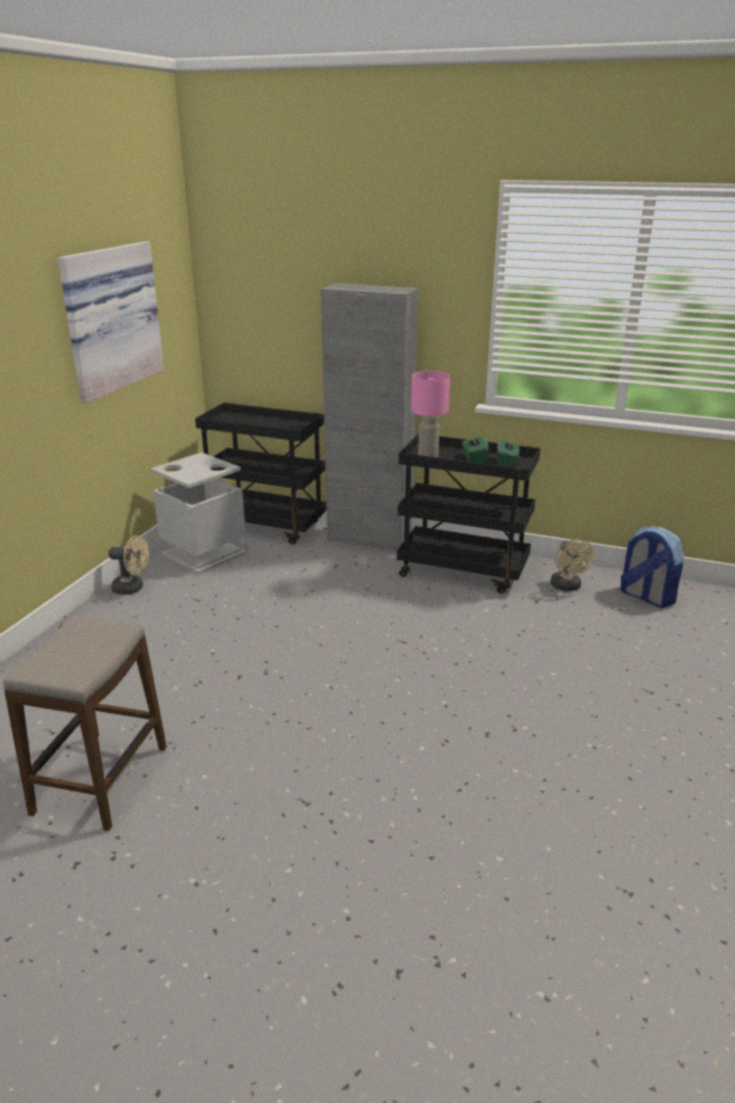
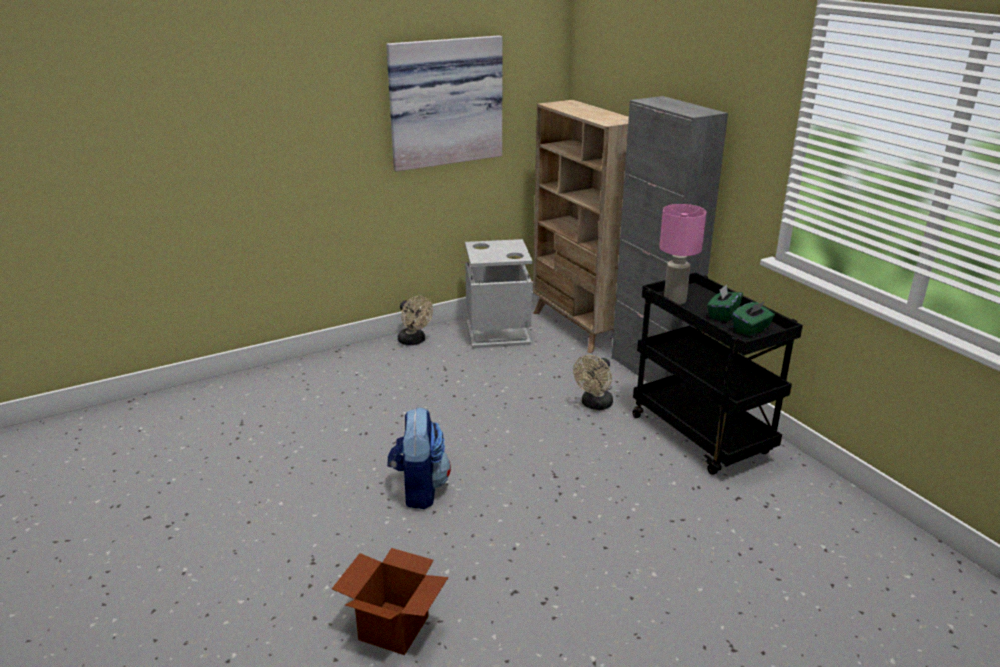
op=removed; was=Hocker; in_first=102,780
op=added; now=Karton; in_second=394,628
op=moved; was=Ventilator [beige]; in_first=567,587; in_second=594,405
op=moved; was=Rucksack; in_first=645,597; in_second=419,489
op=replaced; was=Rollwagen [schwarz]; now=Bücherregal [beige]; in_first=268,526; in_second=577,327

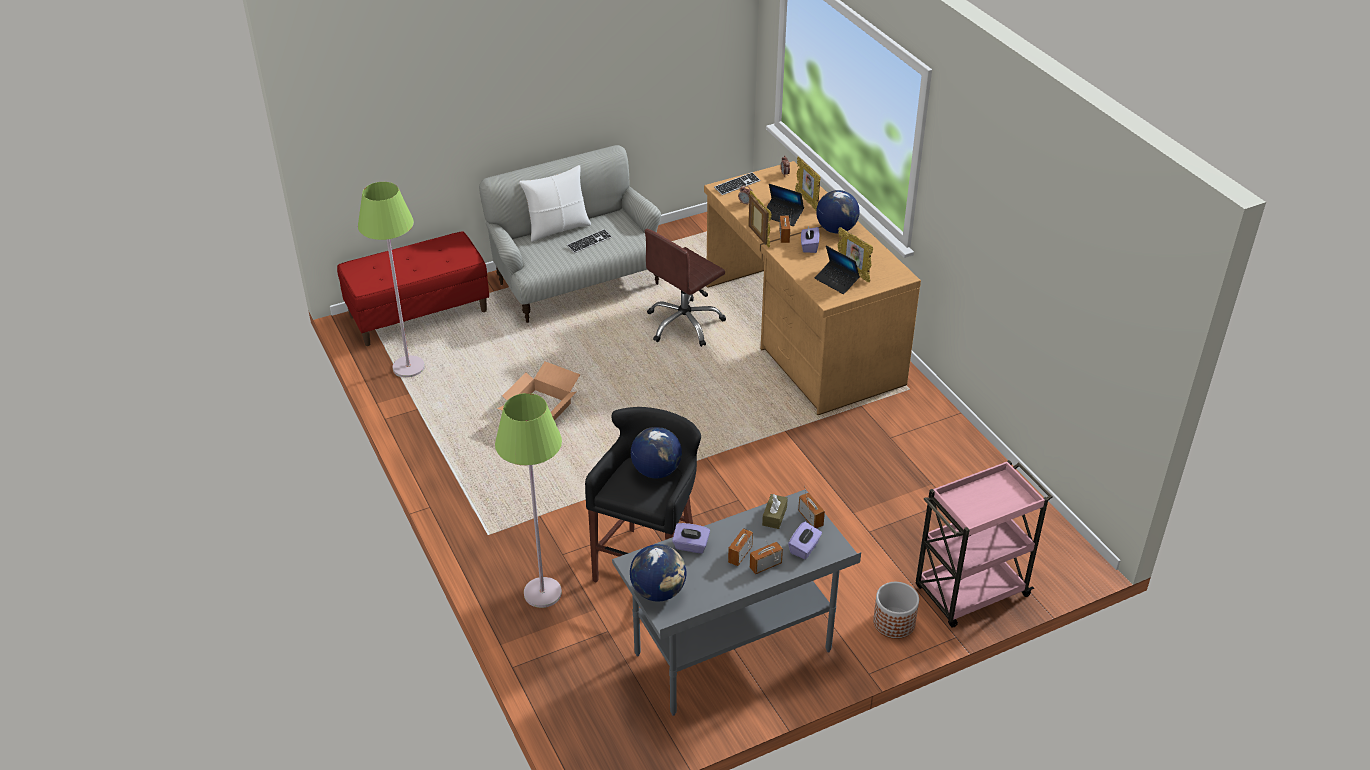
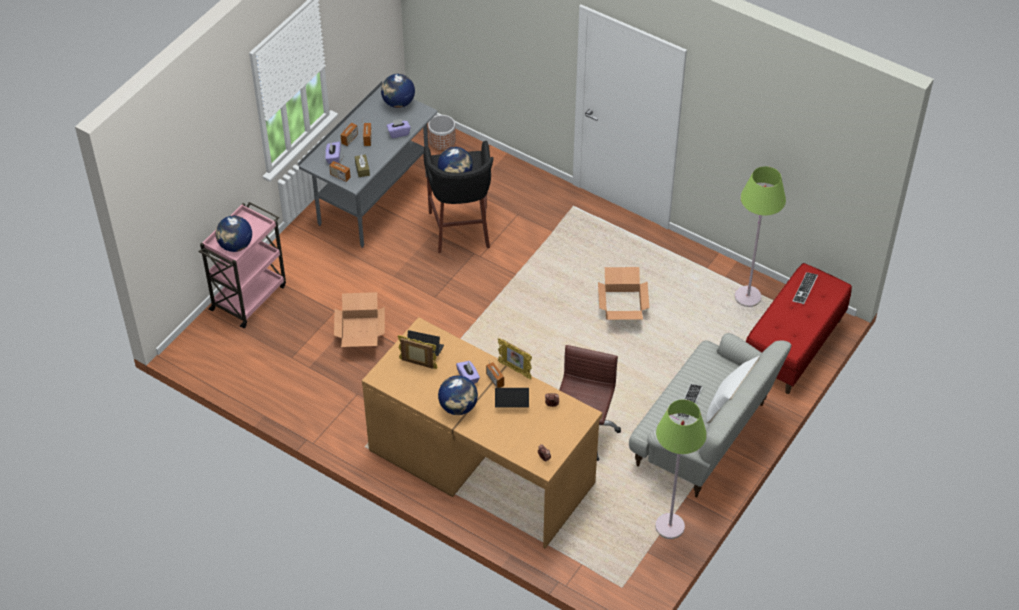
op=removed; was=Bilderrahmen; in_first=807,201
op=added; now=Globus; in_second=235,246
op=added; now=Karton; in_second=359,331
op=moved; was=Stehlampe [grün]; in_first=543,593; in_second=669,526
op=moved; was=Tastatur; in_first=737,185; in_second=805,289
op=moved; was=Pflanzkübel; in_first=894,623; in_second=442,141

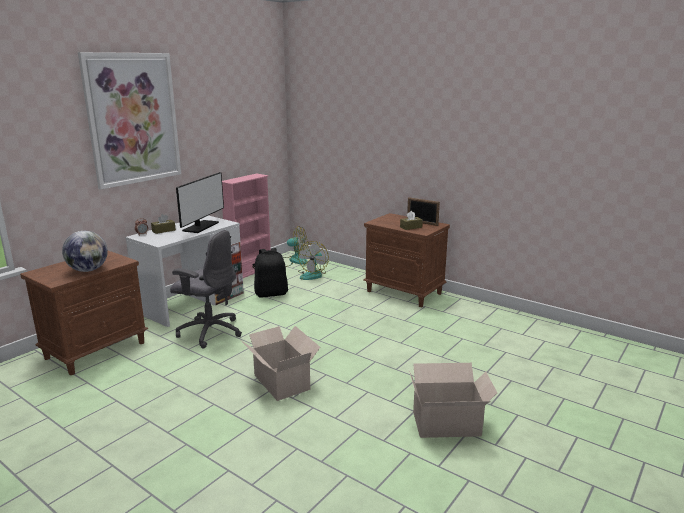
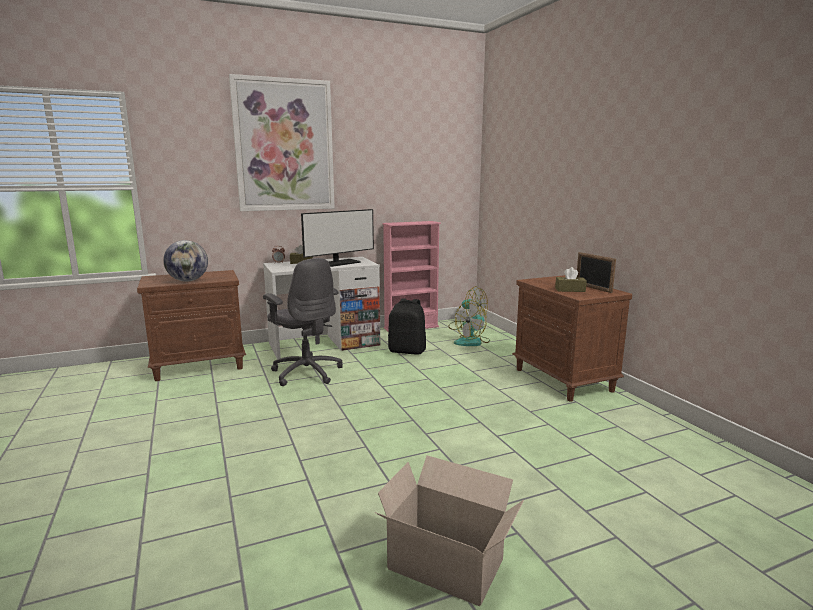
op=removed; was=Karton; in_first=281,381

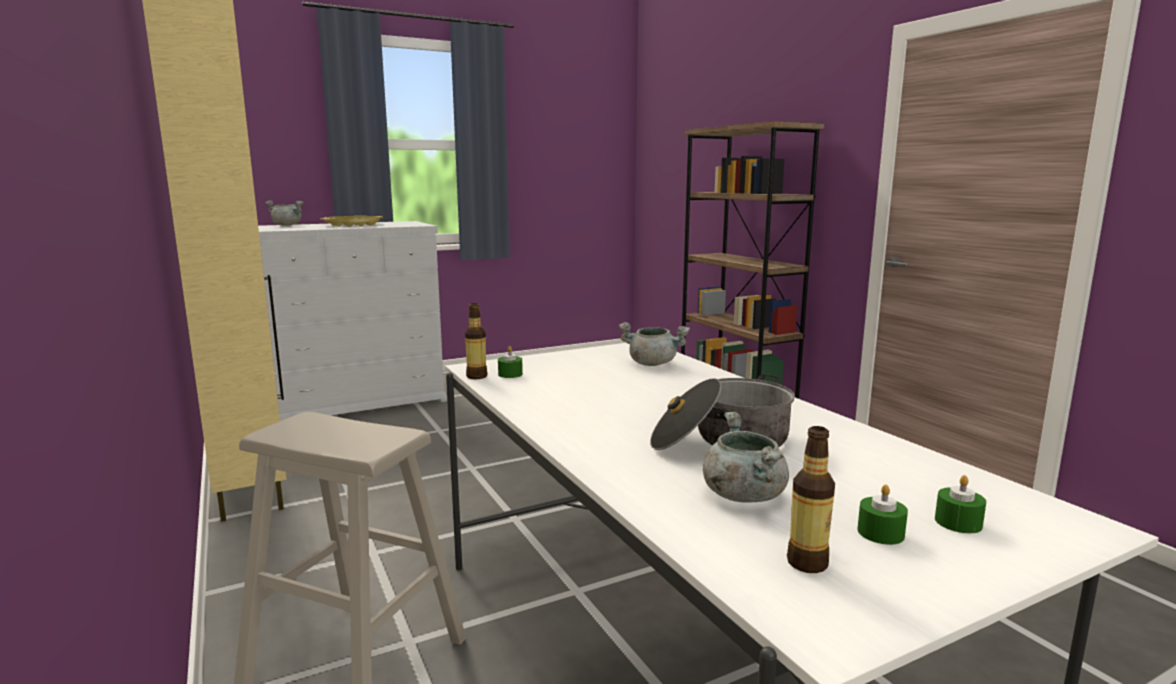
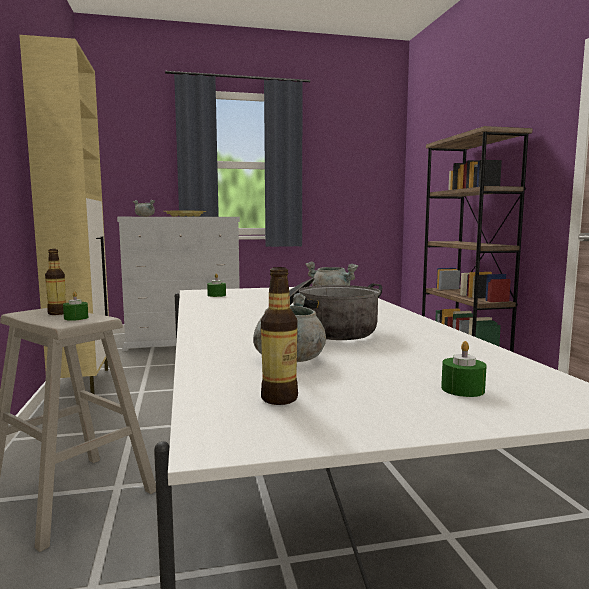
op=moved; was=Flasche; in_first=476,376; in_second=57,313
op=moved; was=Kerze [grün]; in_first=880,533; in_second=76,318

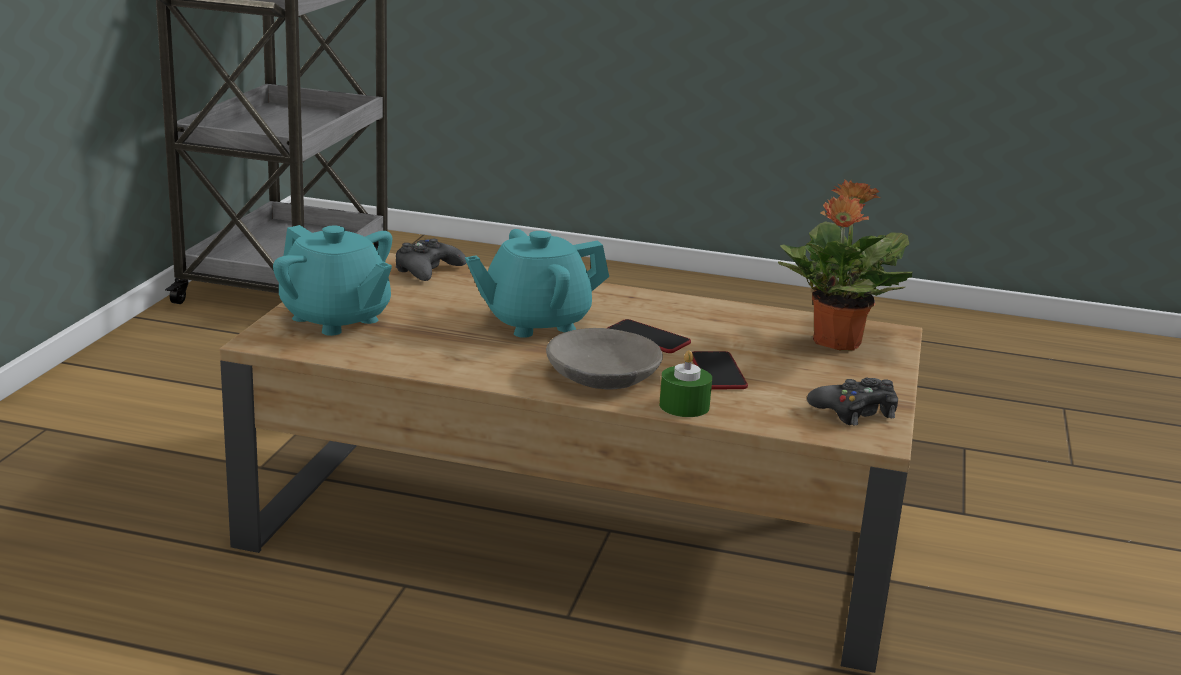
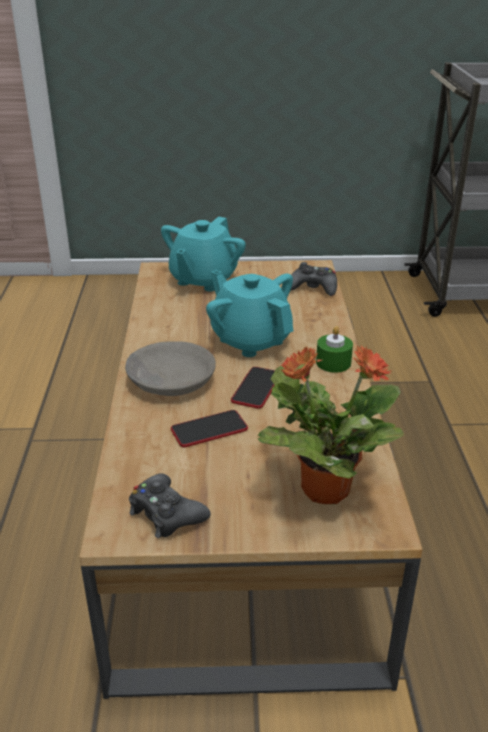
op=moved; was=Kerze [grün]; in_first=684,406; in_second=333,363

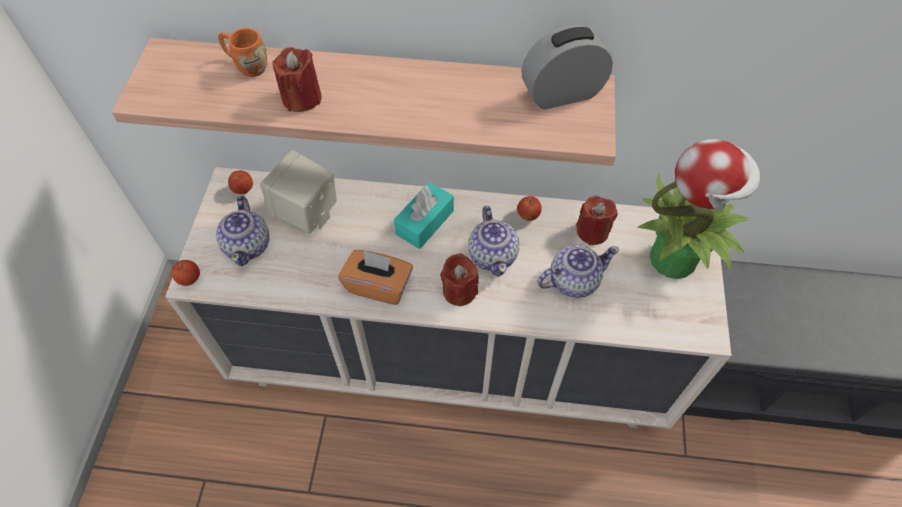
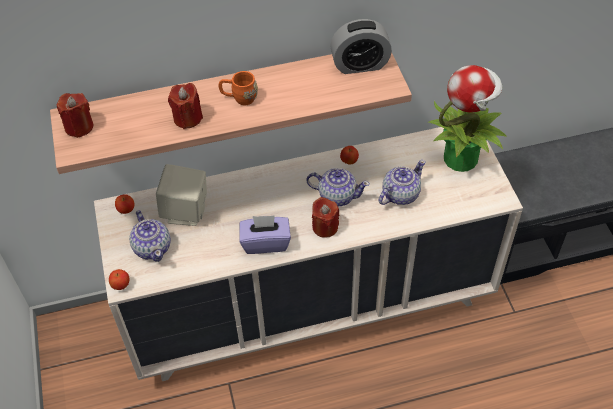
op=removed; was=Taschentuchbox [türkis]; in_first=424,222
op=moved; was=Henkelbecher [orange]; in_first=246,65; in_second=239,98
op=moved; was=Kerze [rot]; in_first=592,231; in_second=79,126
op=recoloured; was=Taschentuchbox [orange]; now=Taschentuchbox [lila]; in_first=379,286; in_second=265,242
op=turned; was=Teekanne; in_first=493,255; in_second=337,195; clockwise=-45
op=turned; was=Wecker; in_first=562,94; in_second=360,65; clockwise=-150

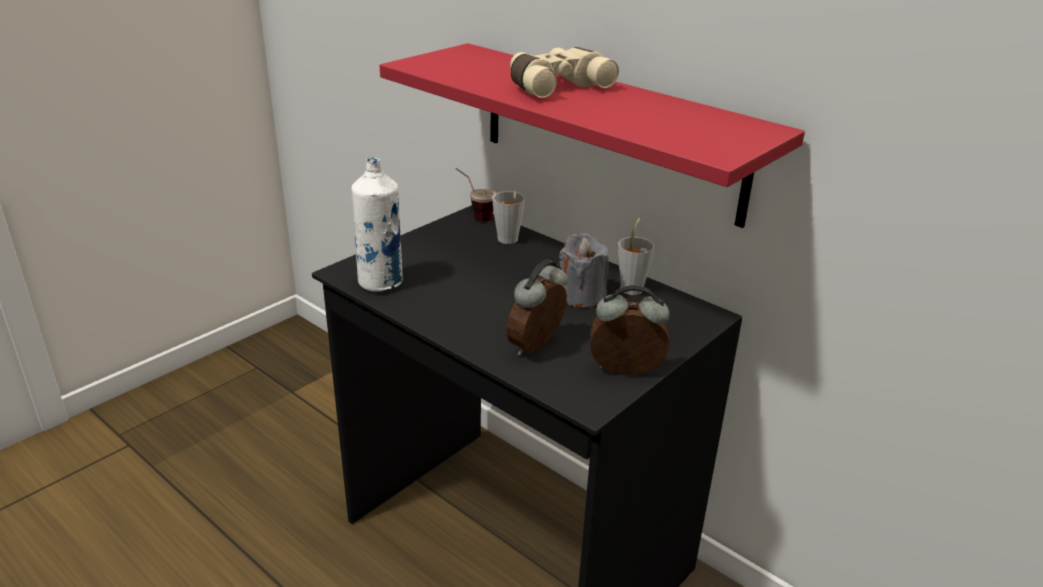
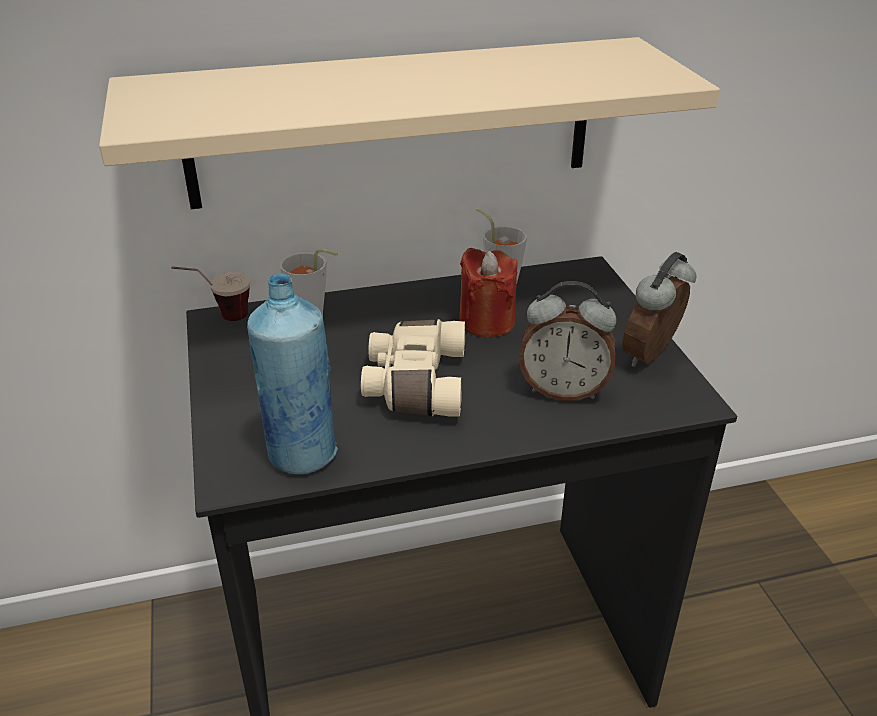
op=moved; was=Fernglas [beige]; in_first=555,86; in_second=413,383
op=recoloured; was=Flasche [weiß]; now=Flasche [blau]; in_first=381,283; in_second=302,454
op=recoloured; was=Wandregal [rot]; now=Wandregal [beige]; in_first=609,131; in_second=392,123
op=recoloured; was=Kerze [grau]; now=Kerze [rot]; in_first=581,296; in_second=486,322
op=turned; was=Wecker; in_first=538,347; in_second=563,390; clockwise=-60

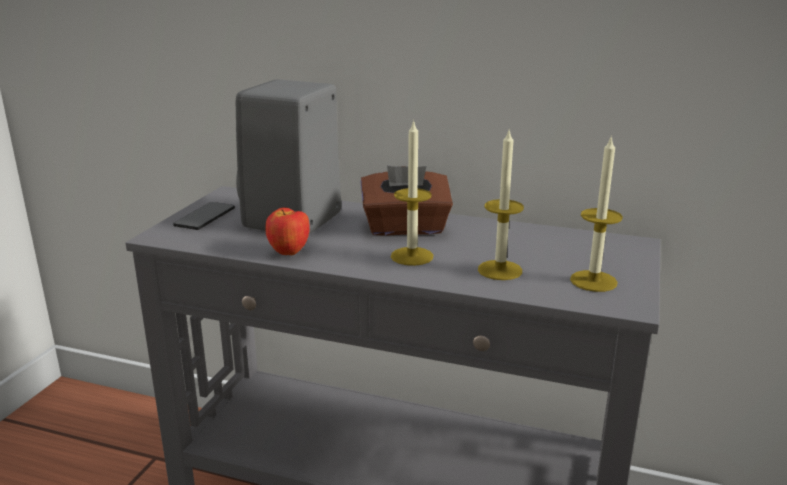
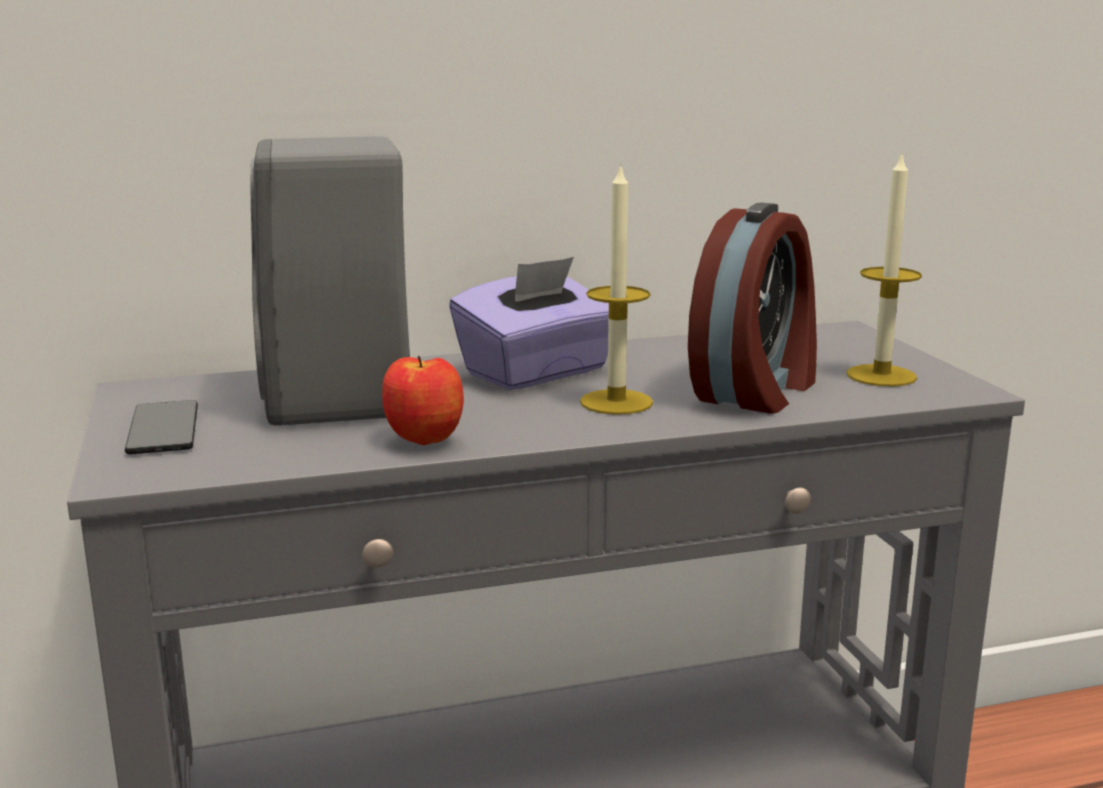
op=replaced; was=Kerze; now=Wecker; in_first=500,270; in_second=758,390
op=recoloured; was=Taschentuchbox [braun]; now=Taschentuchbox [lila]; in_first=405,228; in_second=537,373

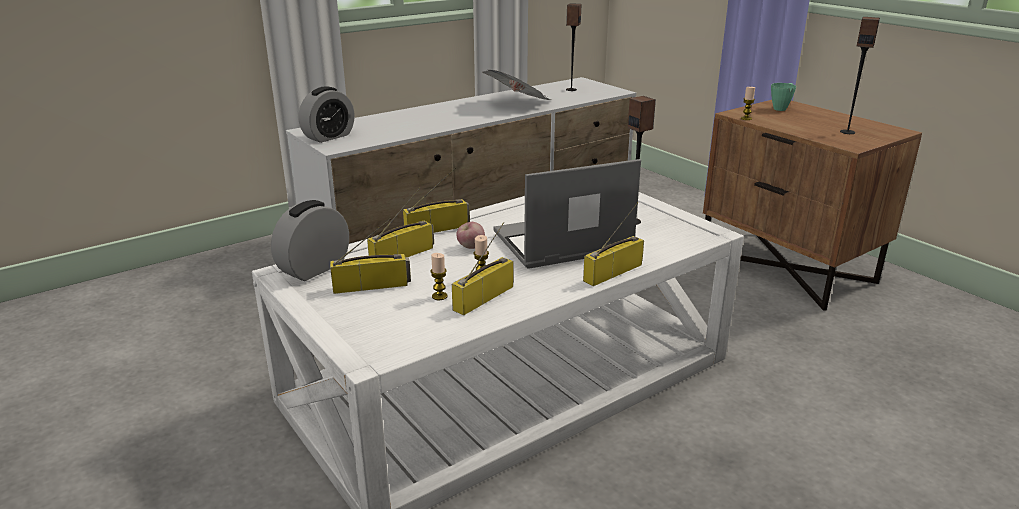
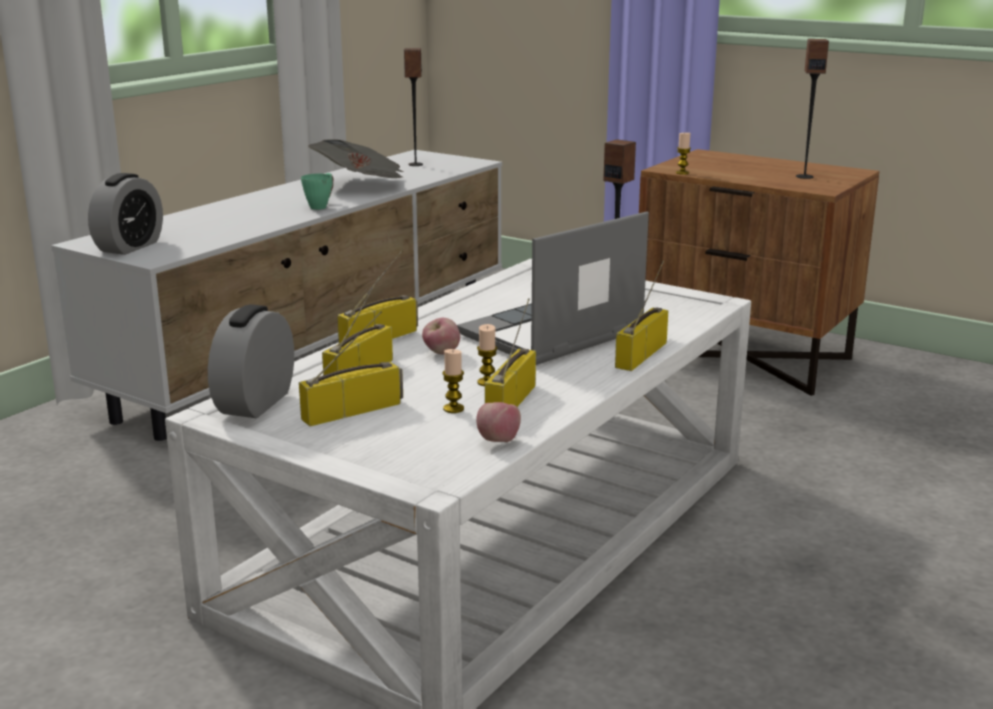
op=added; now=Apfel; in_second=498,441
op=moved; was=Henkelbecher [grün]; in_first=781,108; in_second=321,206

